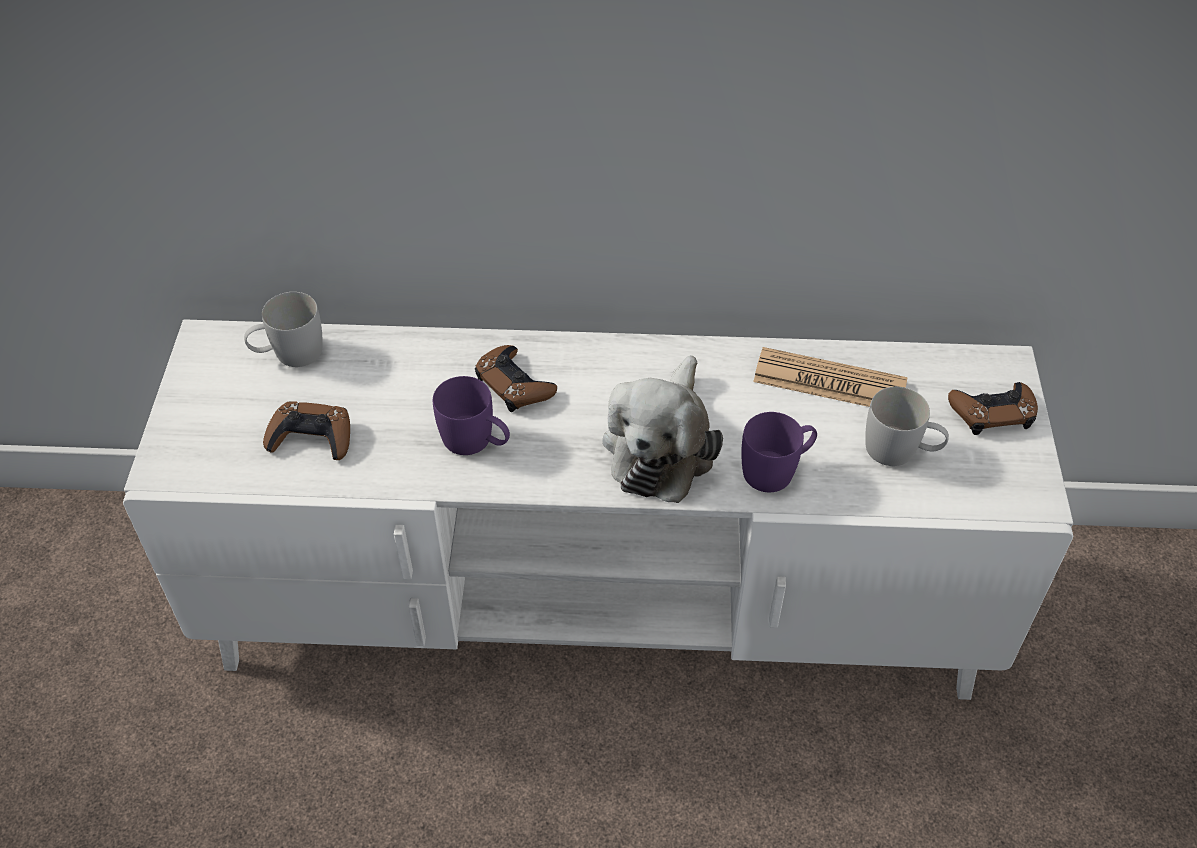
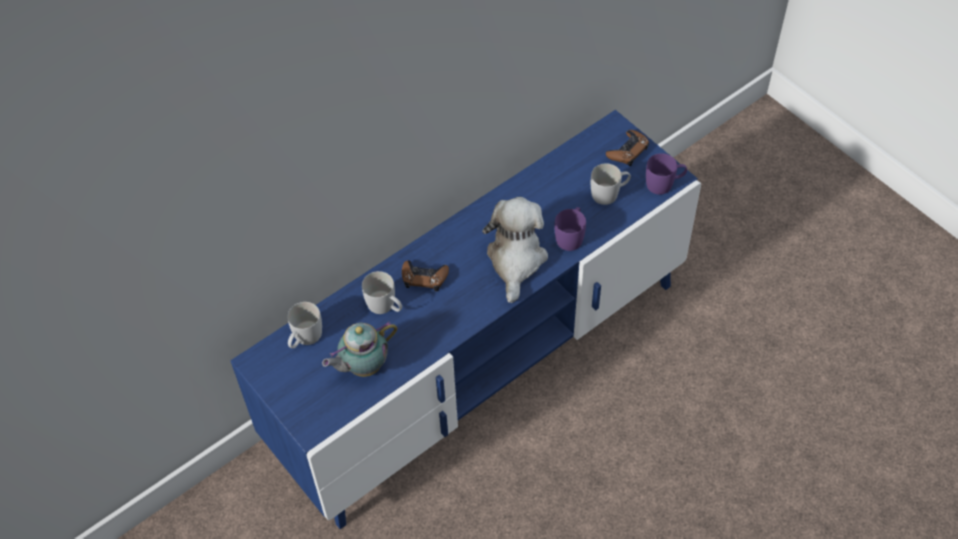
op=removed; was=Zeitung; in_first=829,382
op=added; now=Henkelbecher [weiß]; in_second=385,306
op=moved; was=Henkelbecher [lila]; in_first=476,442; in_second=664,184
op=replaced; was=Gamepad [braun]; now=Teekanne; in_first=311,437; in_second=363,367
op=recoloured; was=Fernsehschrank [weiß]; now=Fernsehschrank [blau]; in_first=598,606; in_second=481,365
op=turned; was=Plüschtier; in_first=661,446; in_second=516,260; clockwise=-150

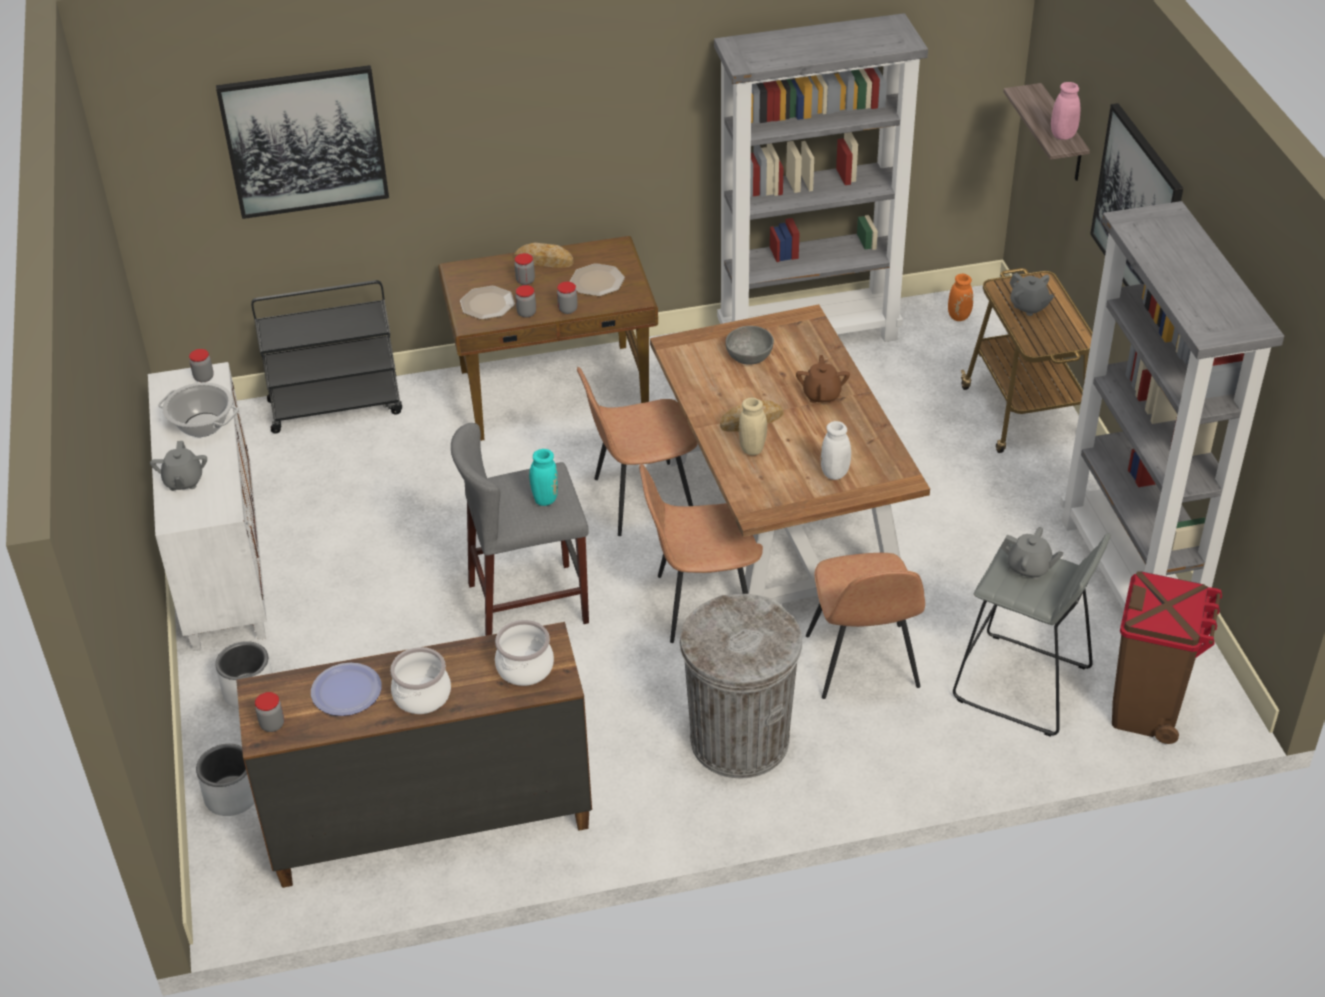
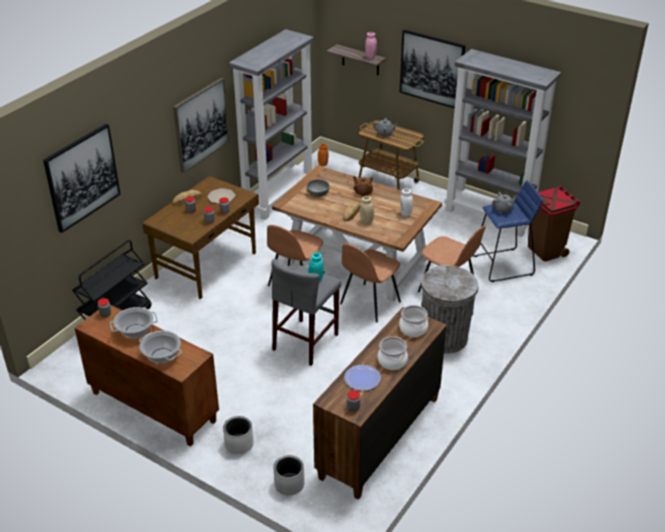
op=removed; was=Teller; in_first=488,304
op=added; now=Bild; in_second=200,124
op=replaced; was=Teekanne [grau]; now=Kochtopf; in_first=183,481; in_second=161,356
op=recoloured; was=Schrank [weiß]; now=Schrank [braun]; in_first=221,563; in_second=152,407
op=recoloured; was=Hocker [grau]; now=Hocker [blau]; in_first=1022,685; in_second=503,265

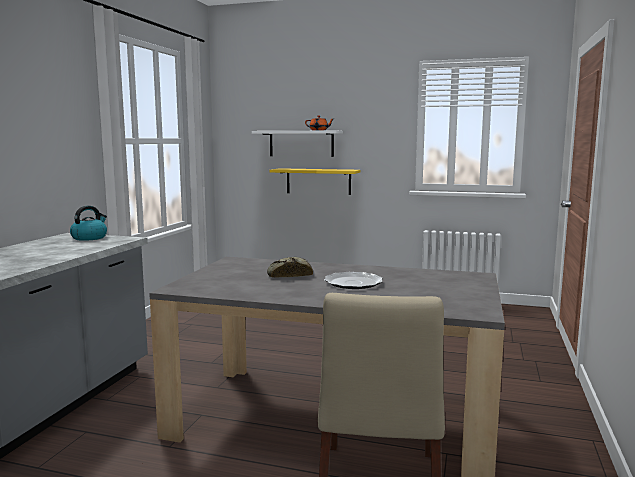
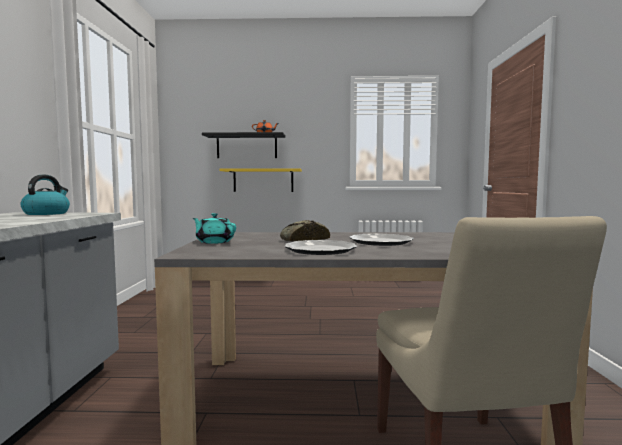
op=added; now=Teekanne [türkis]; in_second=214,242
op=added; now=Teller; in_second=320,250
op=recoloured; was=Wandregal [weiß]; now=Wandregal [schwarz]; in_first=301,143; in_second=246,146

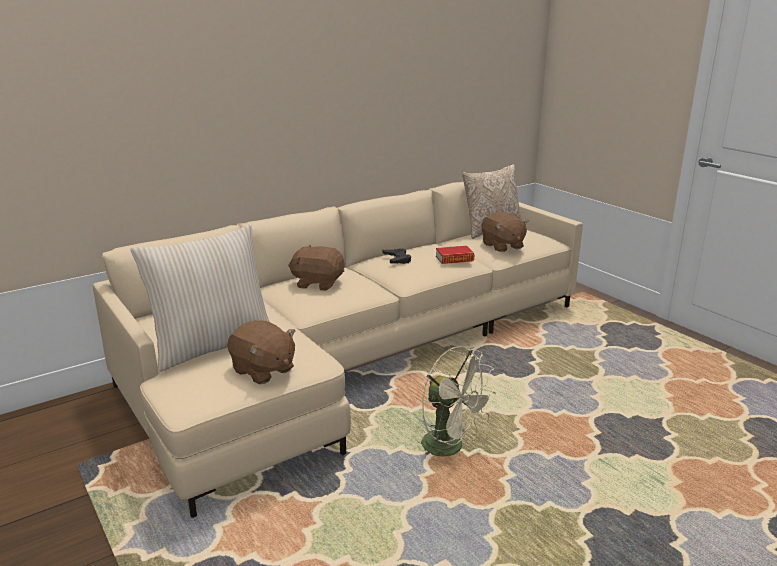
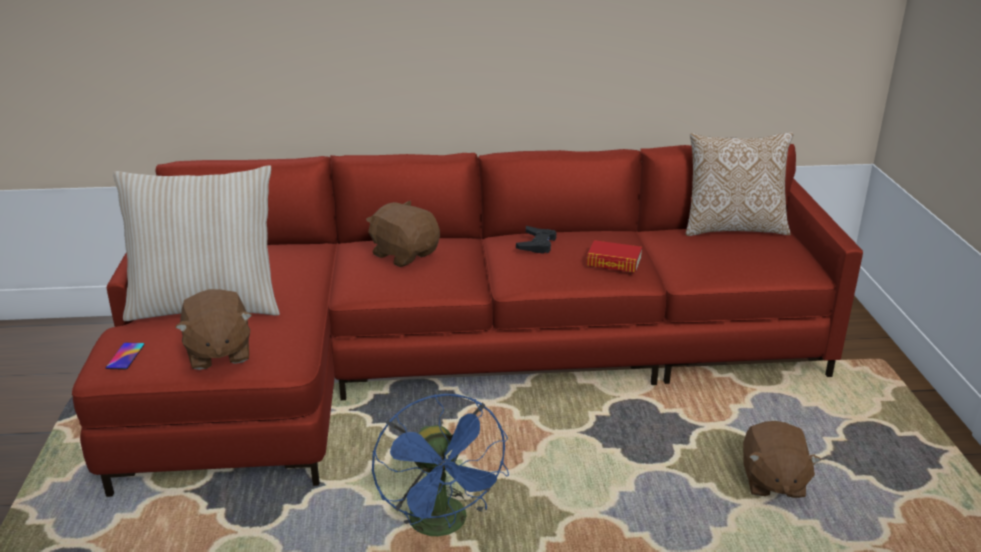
op=added; now=Handy; in_second=125,356
op=moved; was=Plüschtier [braun]; in_first=502,246; in_second=772,481
op=recoloured; was=Sofa [beige]; now=Sofa [rot]; in_first=354,357; in_second=454,362
op=recoloured; was=Ventilator [beige]; now=Ventilator [blau]; in_first=451,448; in_second=444,526

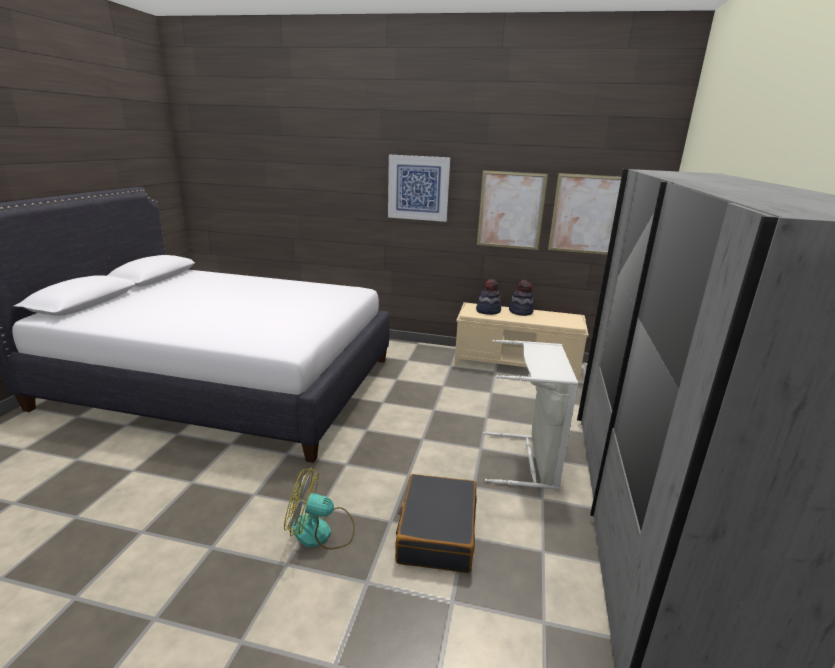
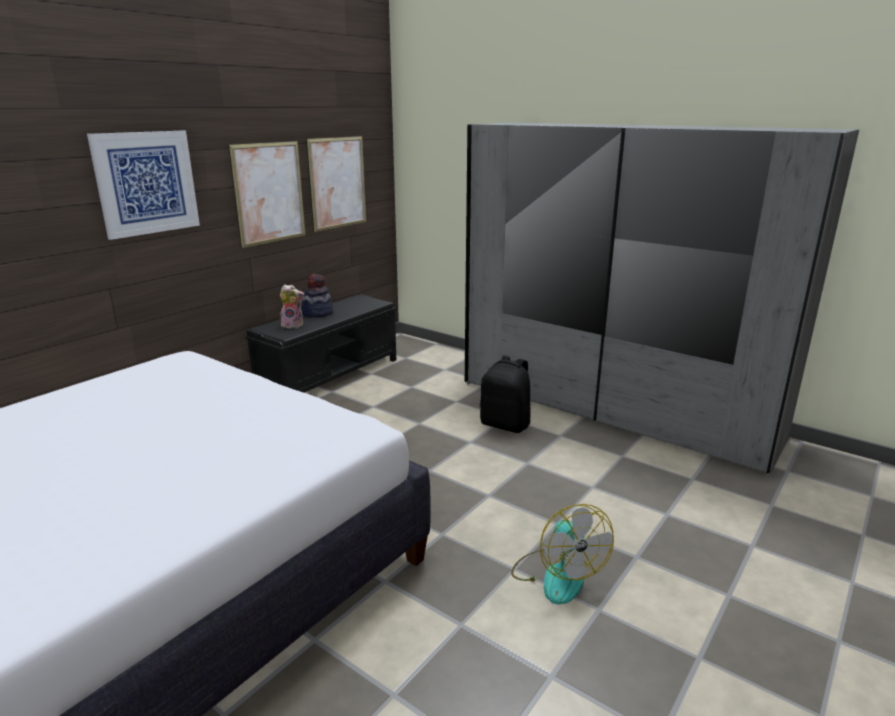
op=removed; was=Koffer [schwarz]; in_first=436,533
op=replaced; was=Hut; now=Plüschtier; in_first=488,311; in_second=293,325
op=replaced; was=Wäschekorb [grau]; now=Rucksack [schwarz]; in_first=529,461; in_second=506,425
op=recoloured; was=Bank [beige]; now=Bank [schwarz]; in_first=516,364; in_second=330,376
op=turned; was=Ventilator; in_first=321,532; in_second=557,575; clockwise=-45

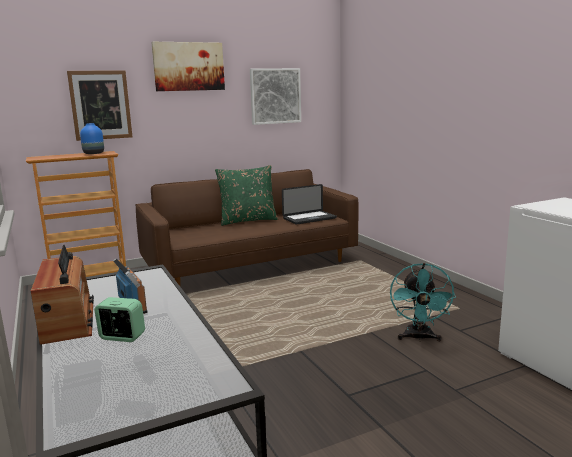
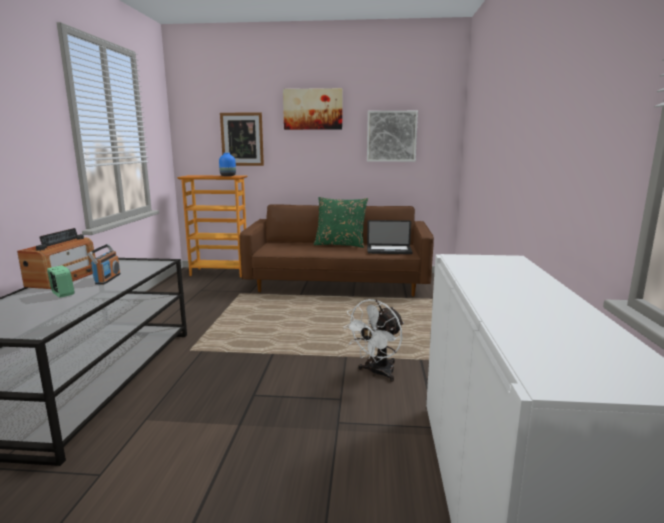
op=recoloured; was=Ventilator [türkis]; now=Ventilator [weiß]; in_first=419,338; in_second=377,373

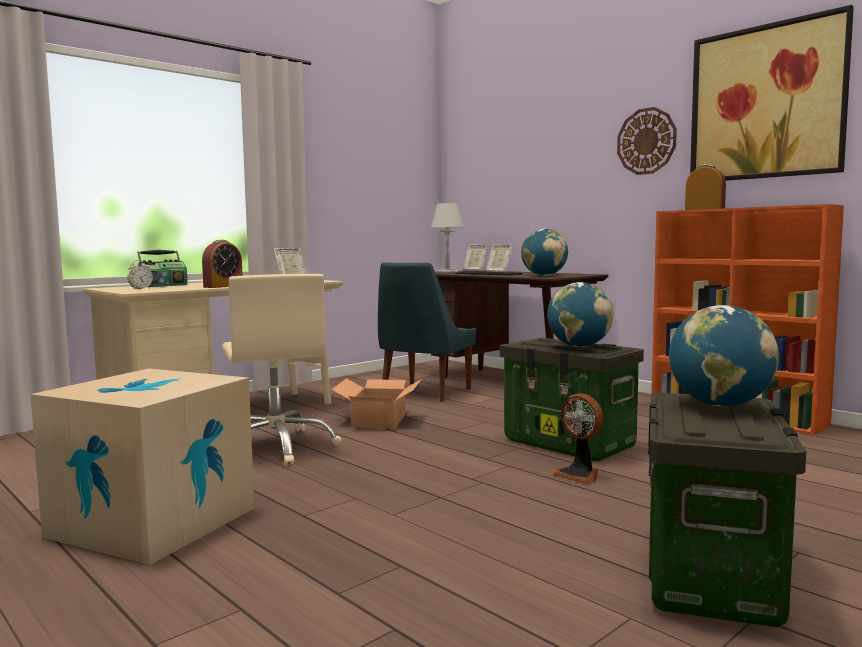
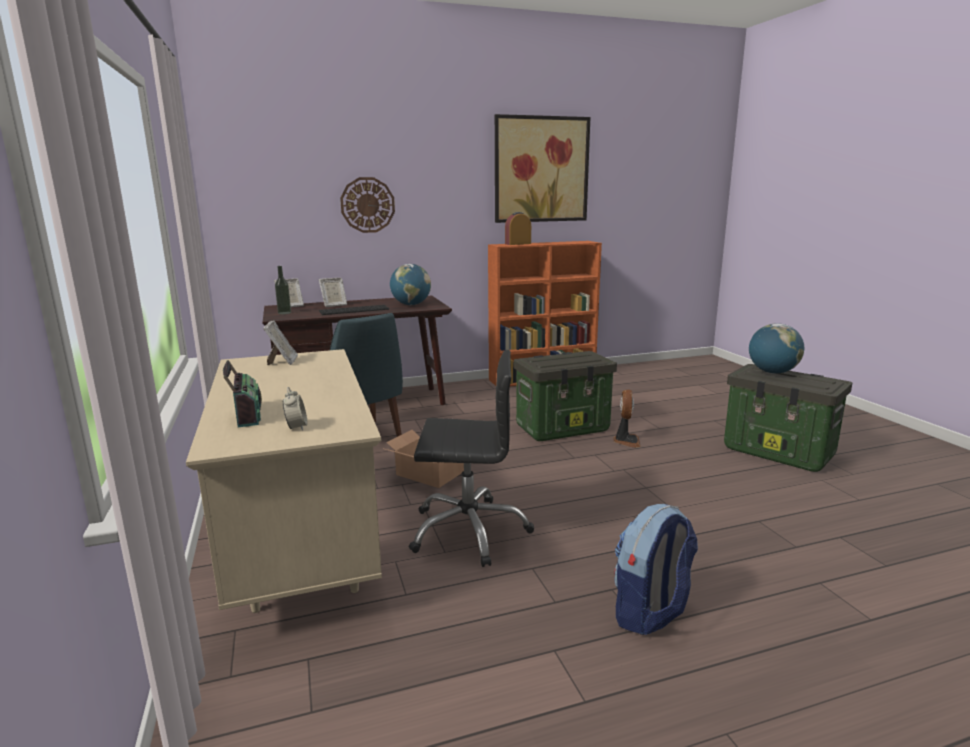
op=removed; was=Wecker; in_first=223,286
op=removed; was=Globus; in_first=579,346
op=moved; was=Wanduhr; in_first=646,141; in_second=367,205
op=replaced; was=Karton; now=Rucksack; in_first=153,522; in_second=650,613
op=replaced; was=Tischlampe [grau]; now=Flasche; in_first=447,272; in_second=284,313
op=recoloured; was=Bürostuhl [beige]; now=Bürostuhl [schwarz]; in_first=277,447; in_second=469,530
op=turned; was=Ventilator; in_first=579,475; in_second=626,441; clockwise=-60

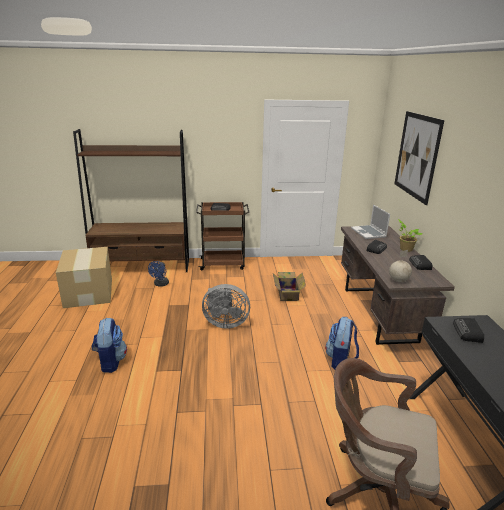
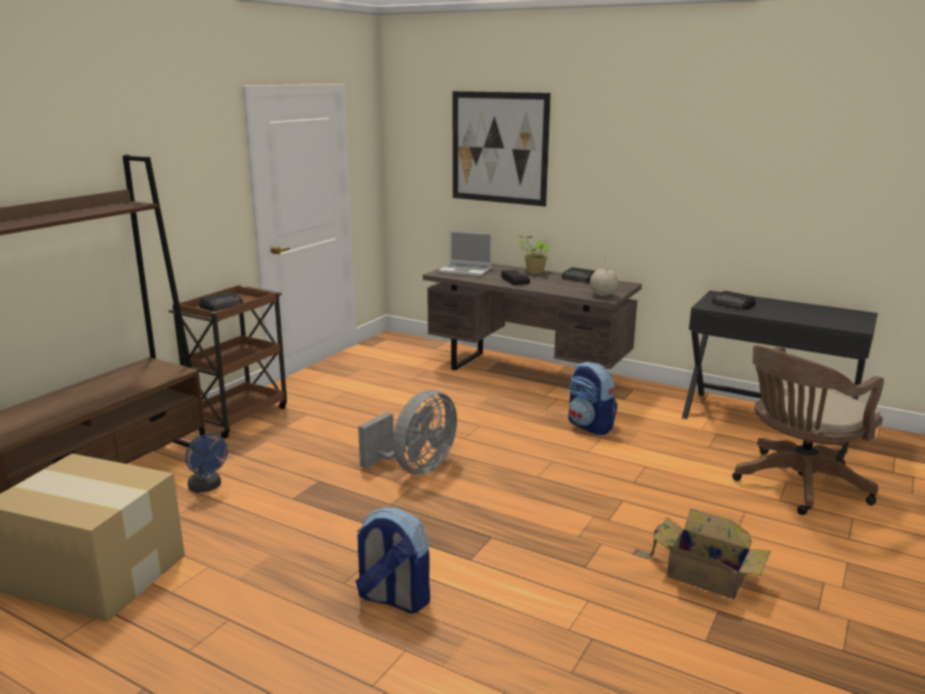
op=moved; was=Karton; in_first=288,293; in_second=702,574

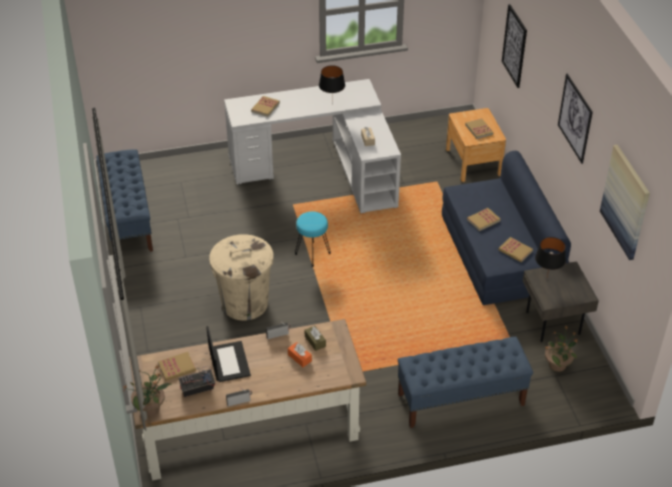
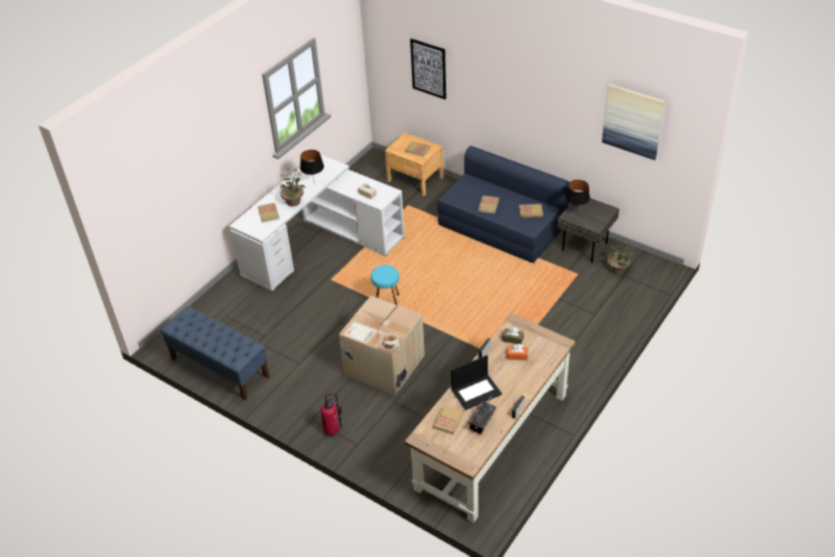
op=removed; was=Bank [blau]; in_first=460,400
op=removed; was=Bild; in_first=575,118
op=added; now=Feuerlöscher; in_second=332,430
op=moved; was=Topfpflanze; in_first=150,408; in_second=293,201
op=replaced; was=Mülleimer [beige]; now=Karton; in_first=244,303; in_second=383,365
op=turned; was=Laptop; in_first=228,361; in_second=476,391; clockwise=120

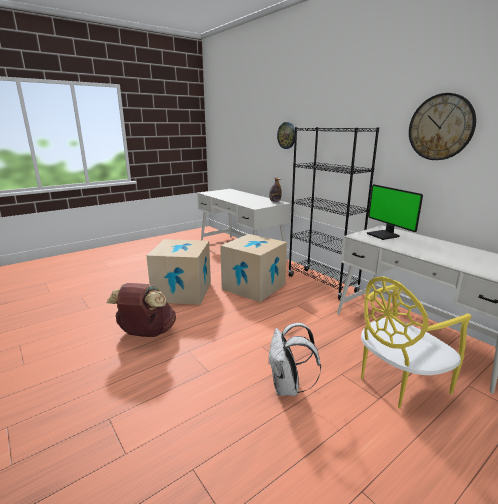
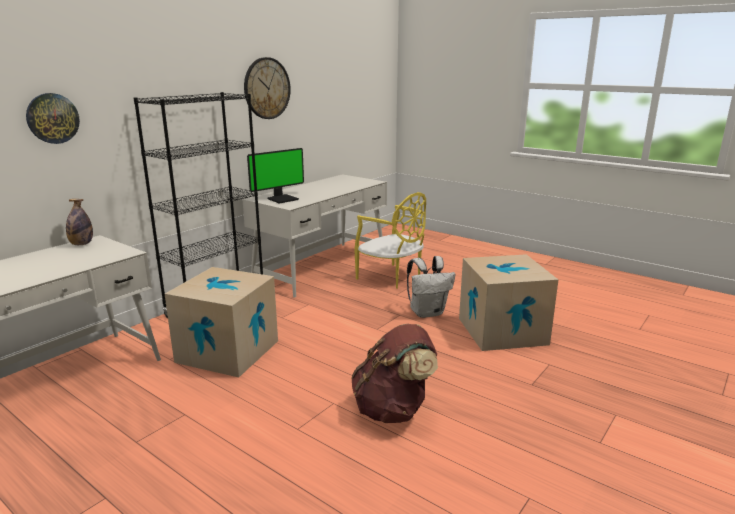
op=moved; was=Karton; in_first=182,292; in_second=502,331

